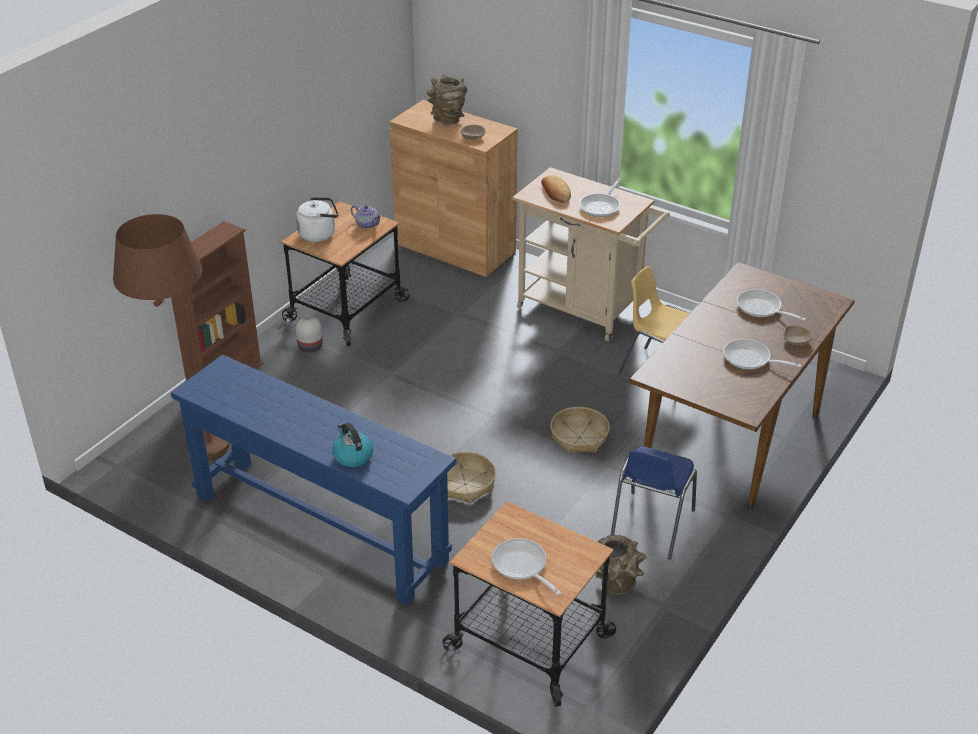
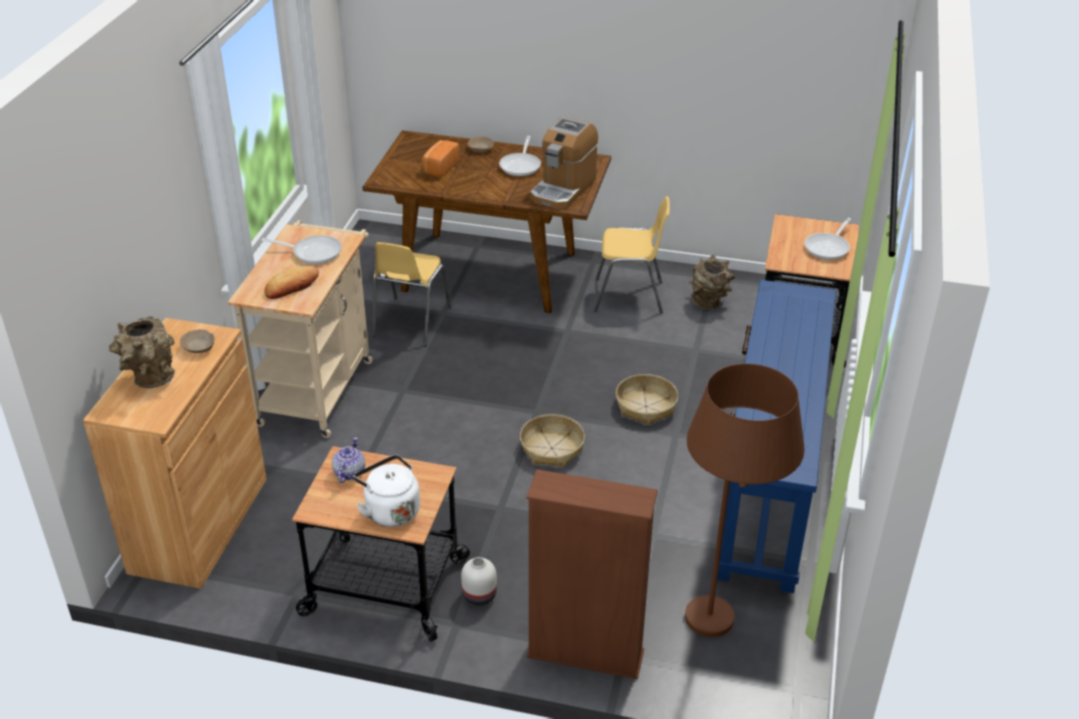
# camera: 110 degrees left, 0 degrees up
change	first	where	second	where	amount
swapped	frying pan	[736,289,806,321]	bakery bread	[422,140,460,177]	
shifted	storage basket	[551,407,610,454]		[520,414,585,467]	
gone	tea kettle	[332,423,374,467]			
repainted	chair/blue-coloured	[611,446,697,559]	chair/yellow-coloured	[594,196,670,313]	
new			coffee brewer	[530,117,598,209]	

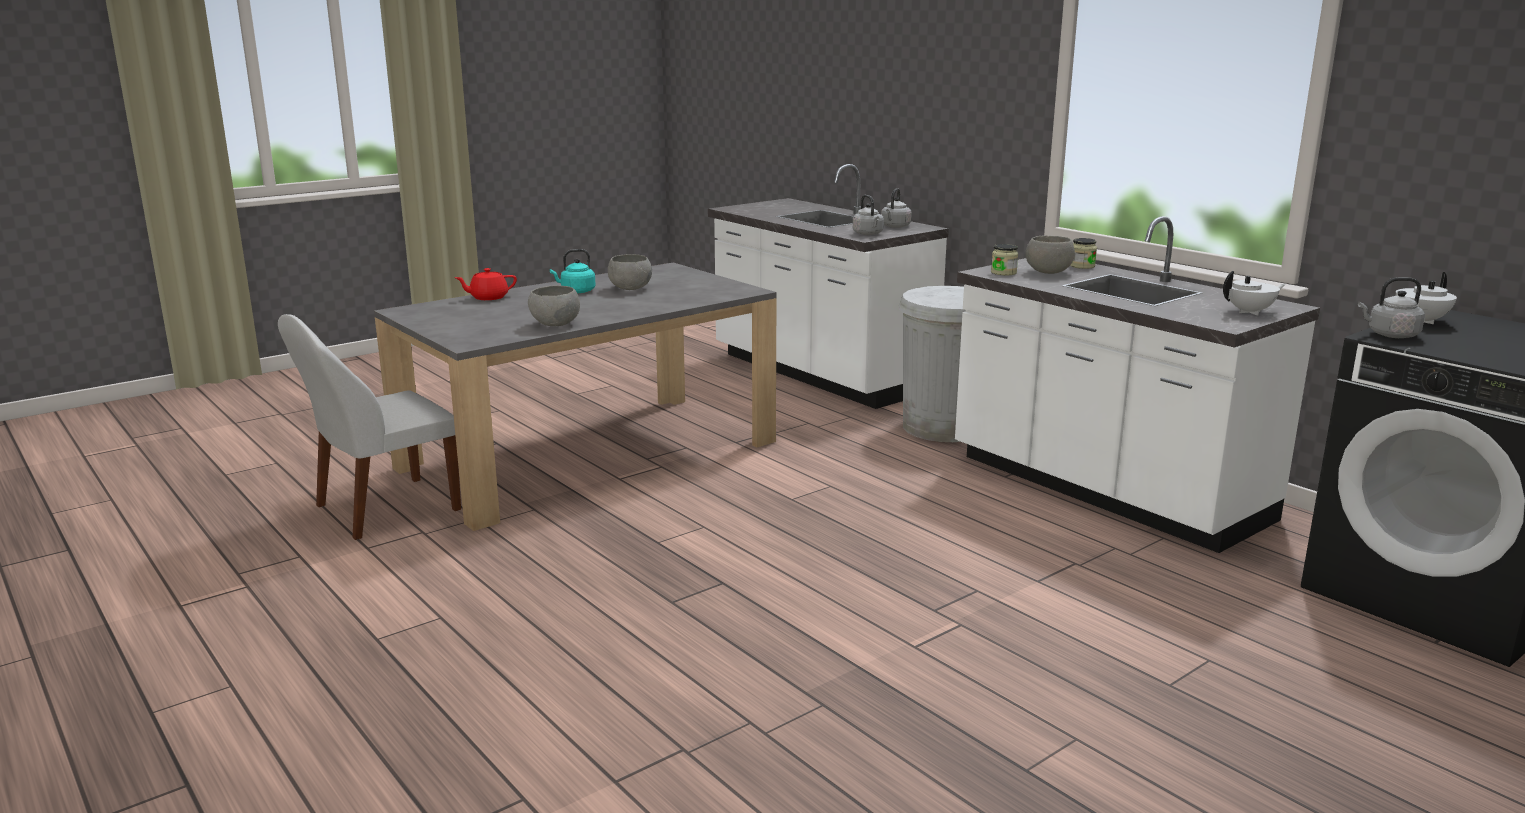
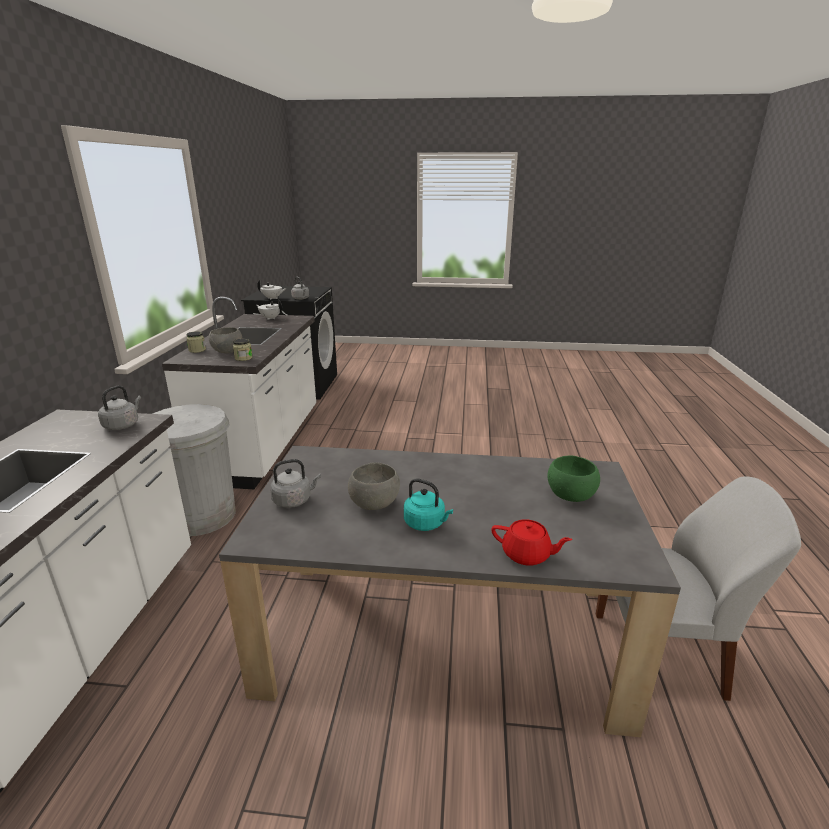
# camera: 135 degrees left, 5 degrees up
change	first	where	second	where	amount
shifted	tea kettle/greyish	[881,188,912,228]		[270,459,321,508]	
gone	serving bowl/greyish	[528,285,580,326]			
new			serving bowl/green	[547,455,600,502]	

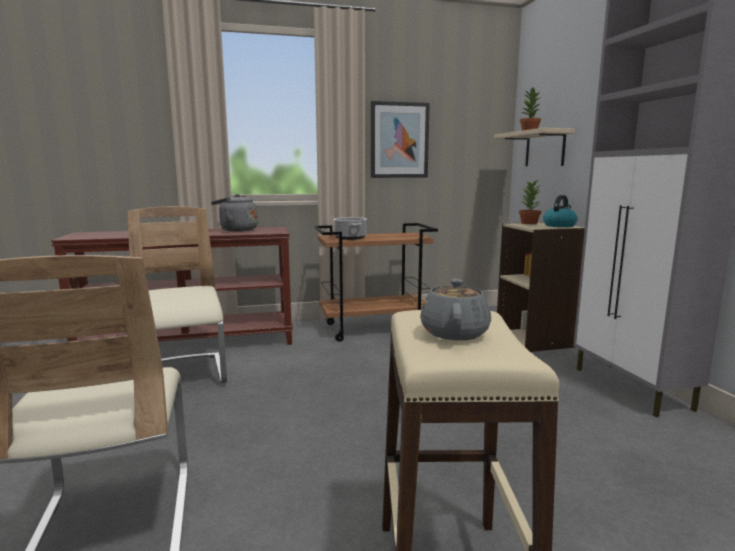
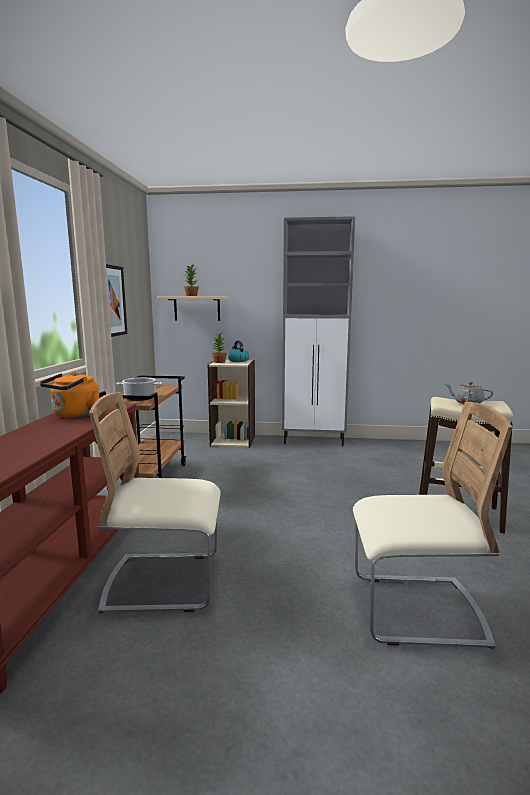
# camera: 70 degrees left, 0 degrees up
change	first	where	second	where	amount
repainted	tea kettle/greyish	[211,194,258,231]	tea kettle/orange	[40,372,99,418]	

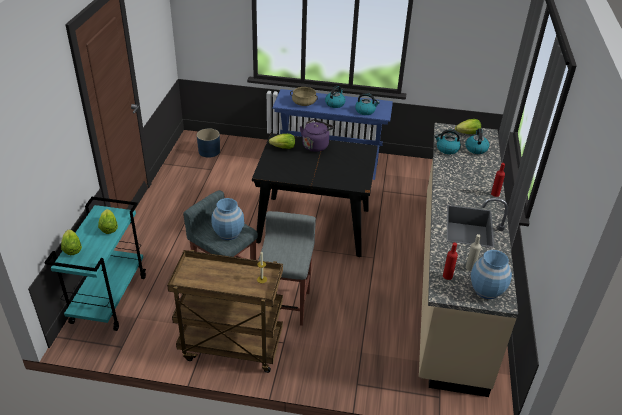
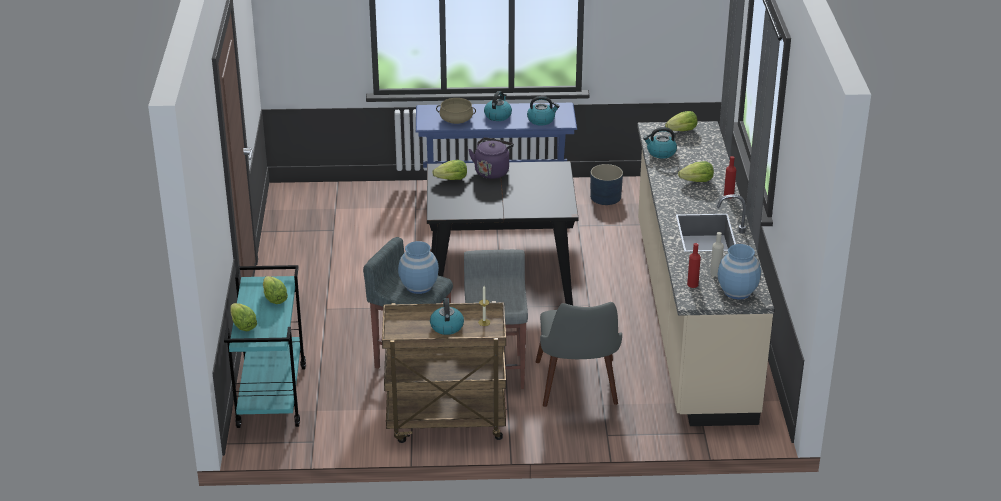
# camera: 10 degrees left, 5 degrees down
change	first	where	second	where	amount
shifted	tea kettle	[465,128,489,154]		[430,298,464,335]	
shifted	planter/blue-coloured	[197,129,220,158]		[590,164,623,205]	
new			lettuce head	[678,161,714,182]	
new			chair/greyish	[536,302,622,407]	

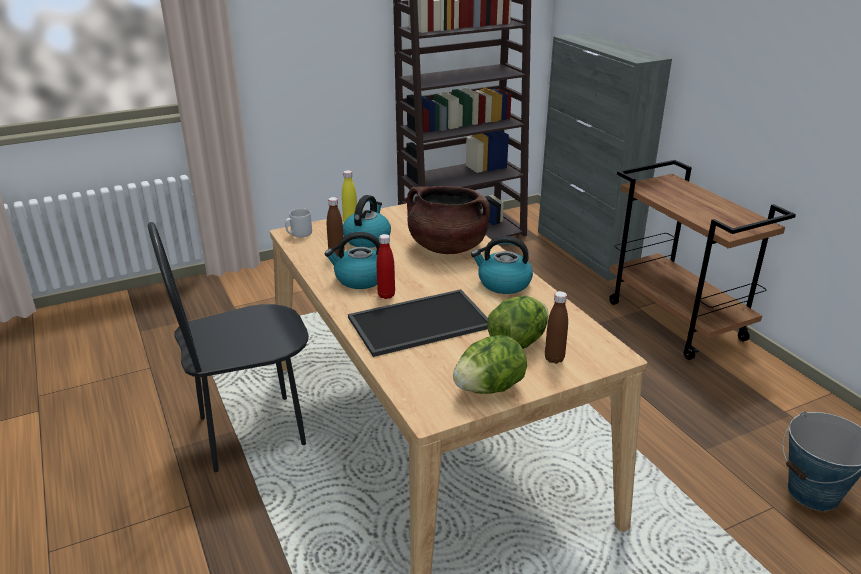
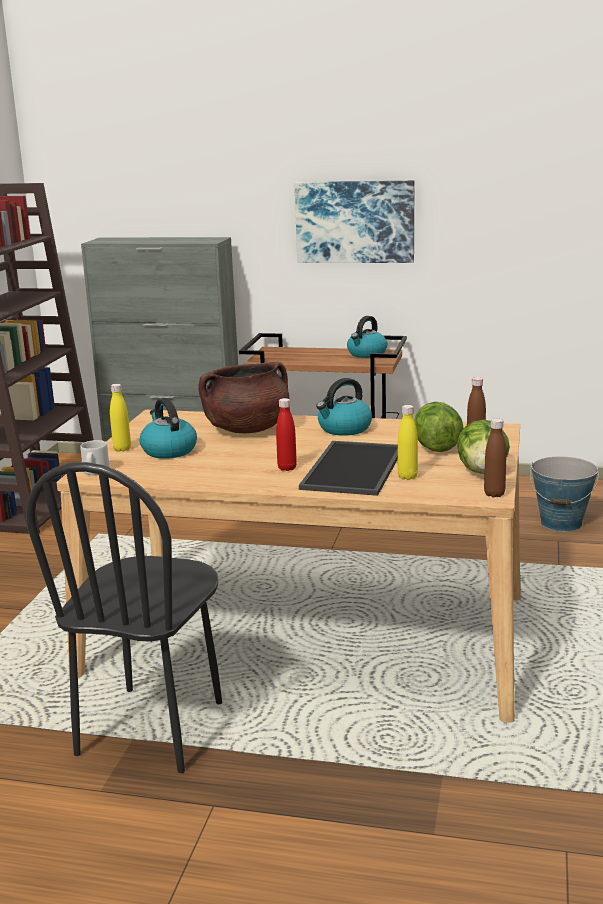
# camera: 50 degrees left, 10 degrees down
change	first	where	second	where	amount
shifted	beverage bottle/brown-coloured	[327,197,345,257]		[484,419,506,497]	
shifted	tea kettle	[325,232,380,289]		[347,316,388,358]	
new			picture	[295,180,414,263]	
new			beverage bottle/yellow-coloured	[398,405,418,480]	

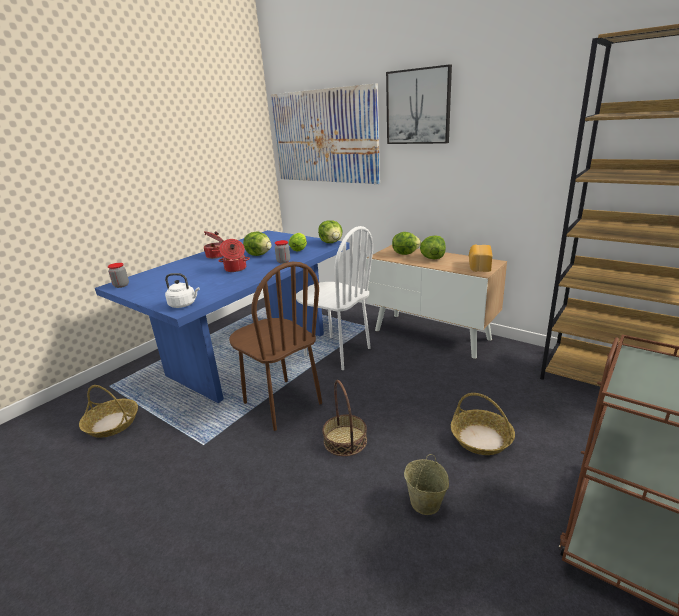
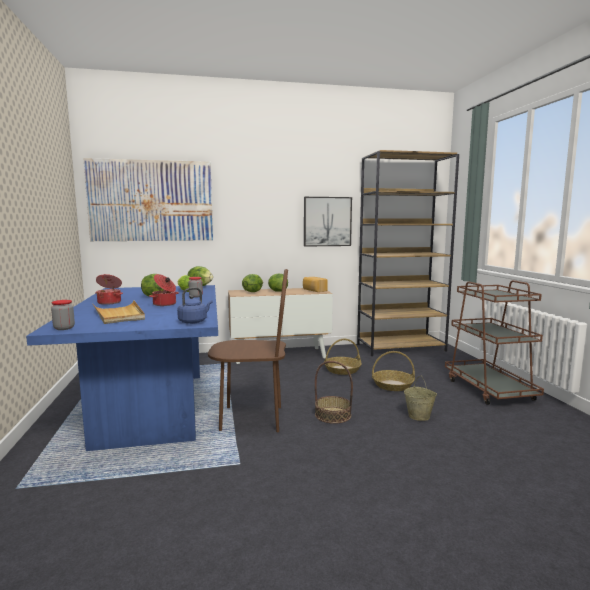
# camera: 50 degrees left, 15 degrees down
change	first	where	second	where	amount
shifted	picture	[386,64,452,144]		[304,197,352,247]	
gone	chair/white	[296,226,373,370]			
repainted	tea kettle/white	[165,273,200,308]	tea kettle/blue-coloured	[177,287,213,324]	
shifted	storage basket	[79,385,138,438]		[324,339,362,375]	
new			tray/sand-coloured	[93,301,145,324]	

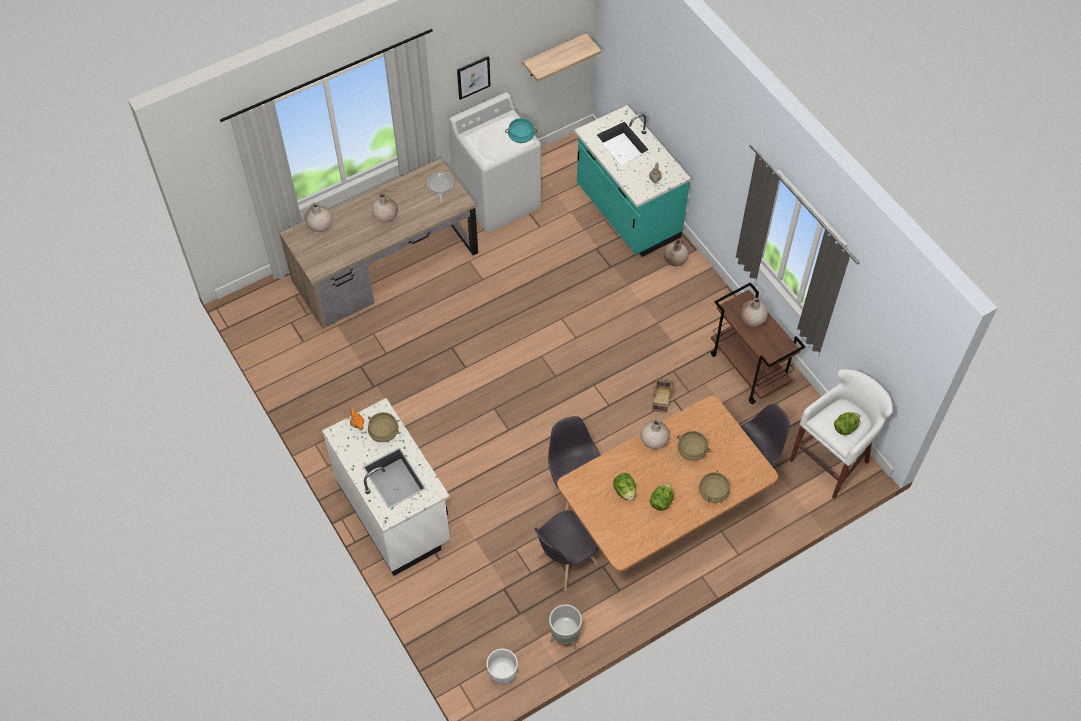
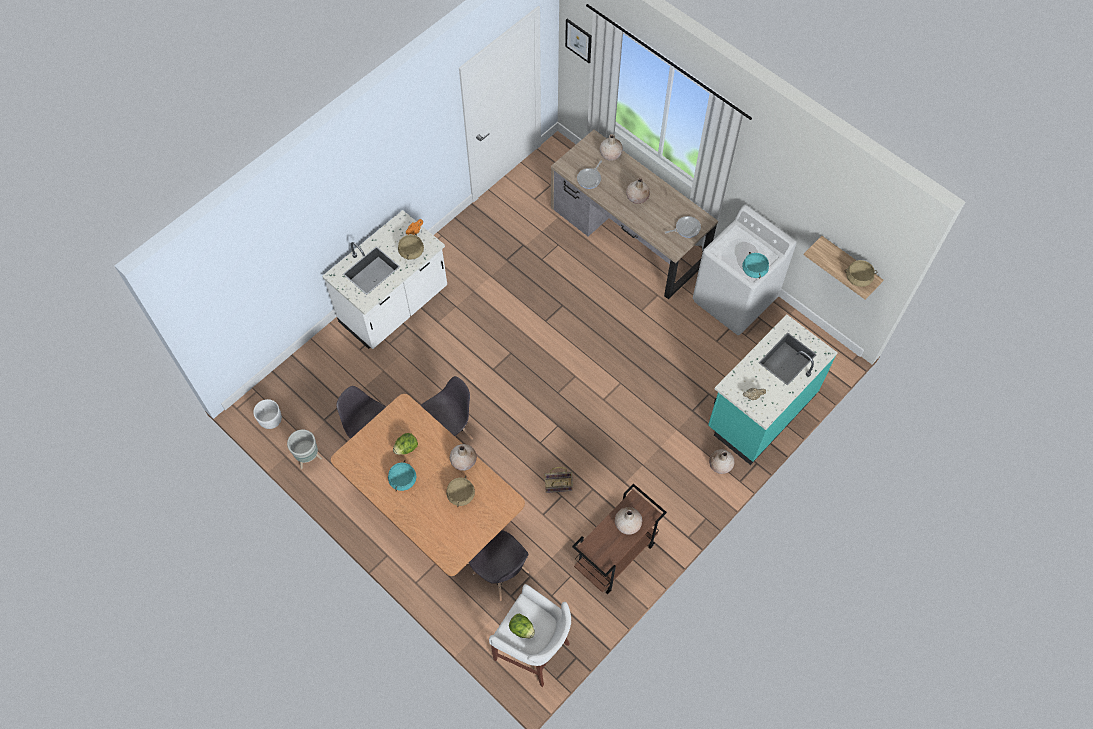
# camera: 75 degrees right, 5 degrees up
change	first	where	second	where	amount
shifted	picture	[457,56,491,100]		[565,19,592,63]	
shifted	saucepot/sand-coloured	[699,470,730,503]		[844,260,877,287]	
swapped	lettuce head	[650,484,673,511]	saucepot/turquoise	[388,460,416,491]	
new			frying pan	[577,160,602,189]	

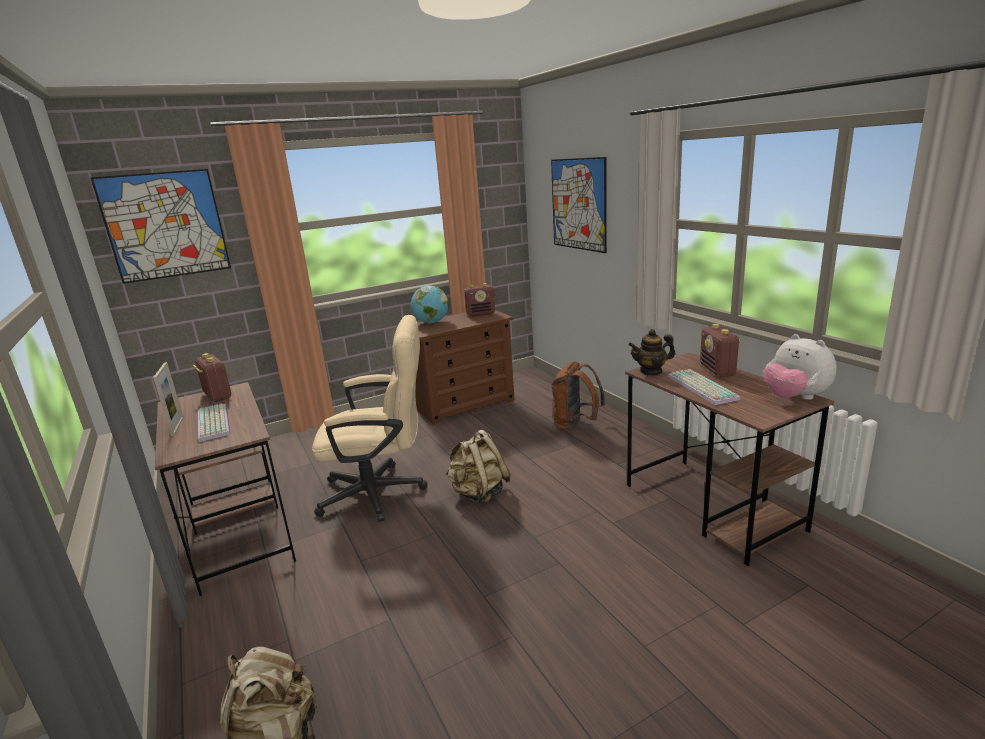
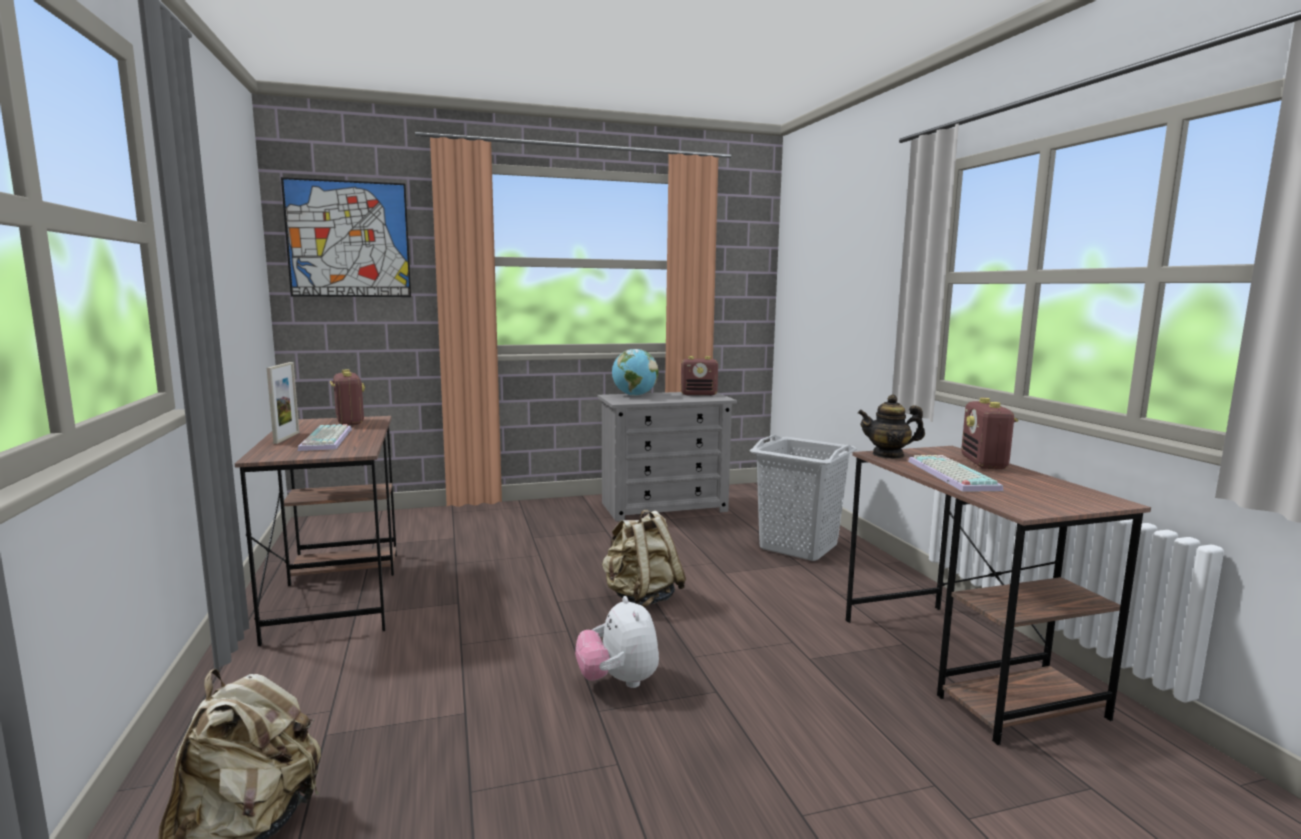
# camera: 10 degrees right, 10 degrees down
change	first	where	second	where	amount
gone	picture	[551,157,607,253]			
repainted	chest of drawers/brown-coloured	[415,310,515,425]	chest of drawers/greyish	[597,392,737,521]	
gone	office chair/sand-coloured	[312,315,428,522]			
shifted	soft toy	[763,334,837,400]		[575,596,659,688]	
swapped	knapsack/brown-coloured	[551,362,605,431]	hamper/greyish	[750,435,857,561]	

